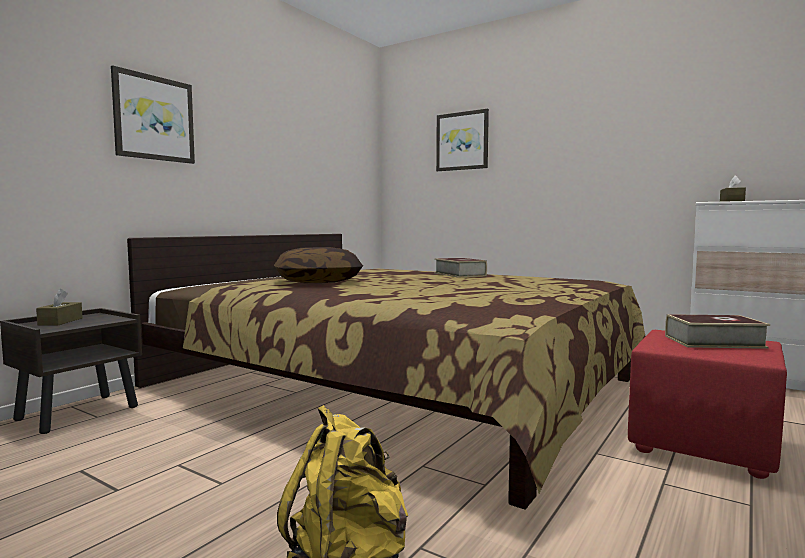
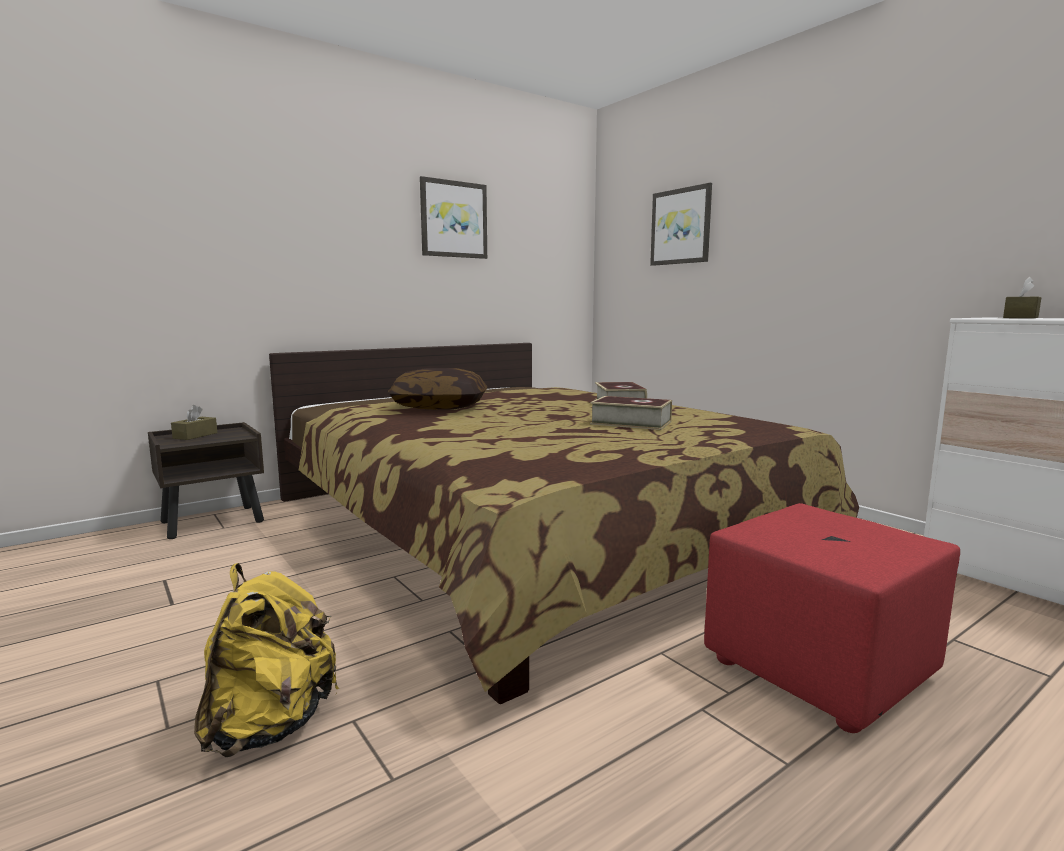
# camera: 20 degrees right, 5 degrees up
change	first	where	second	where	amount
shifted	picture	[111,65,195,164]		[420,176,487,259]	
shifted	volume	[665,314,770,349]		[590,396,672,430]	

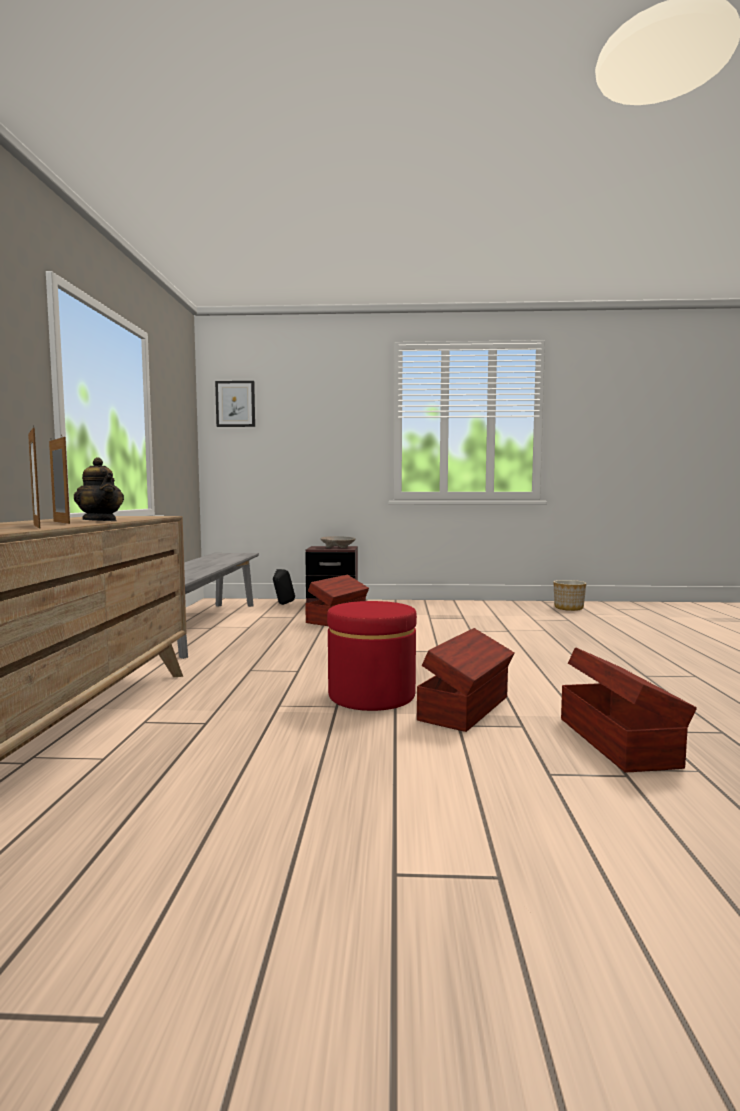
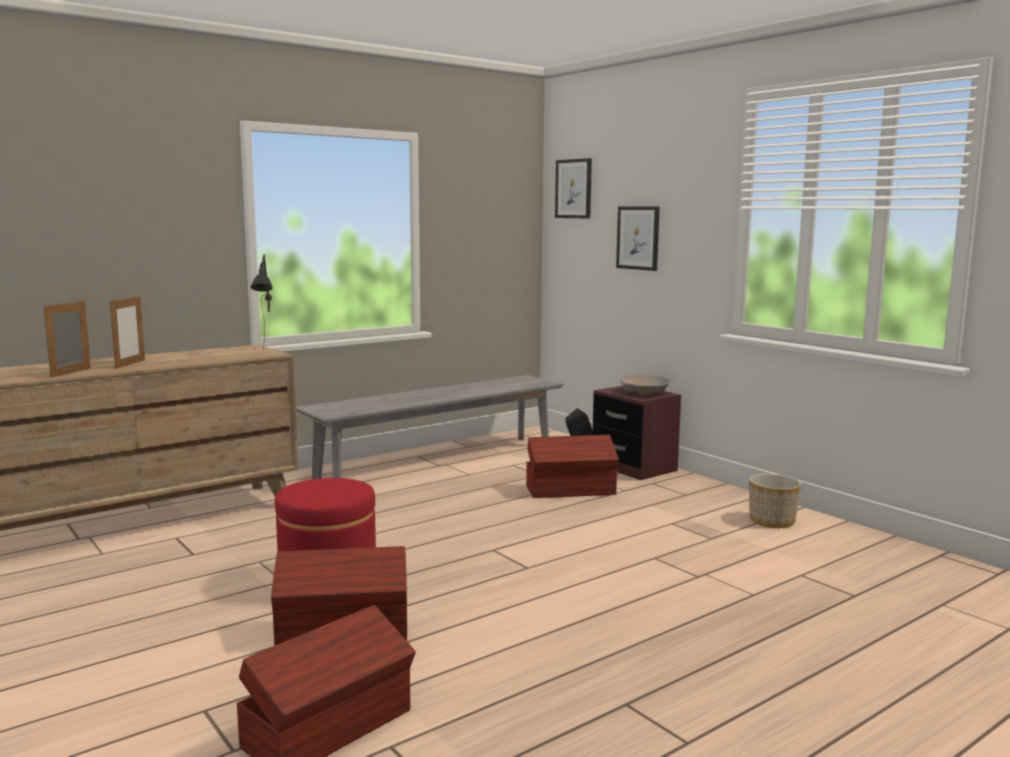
# camera: 50 degrees right, 5 degrees up
change	first	where	second	where	amount
gone	pot for tea	[74,457,124,521]			
shifted	planter	[554,580,586,611]		[749,474,801,528]	
new			picture	[616,207,660,271]	
new			lamp for a table/black-coloured	[251,254,273,350]	

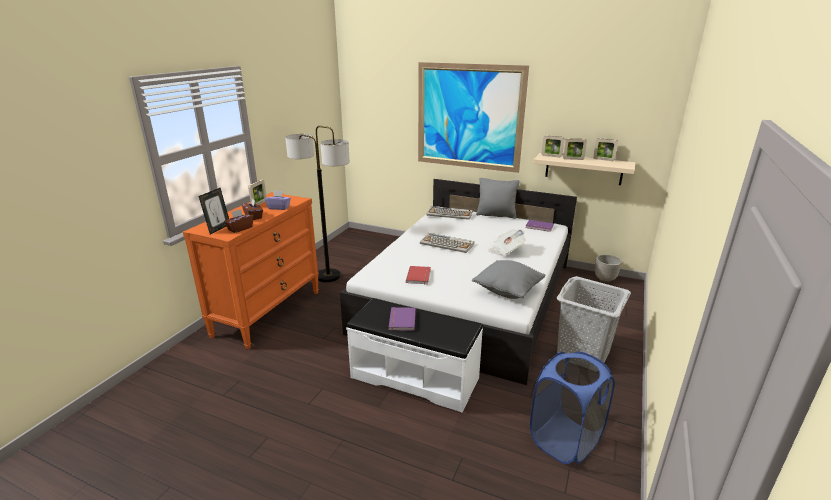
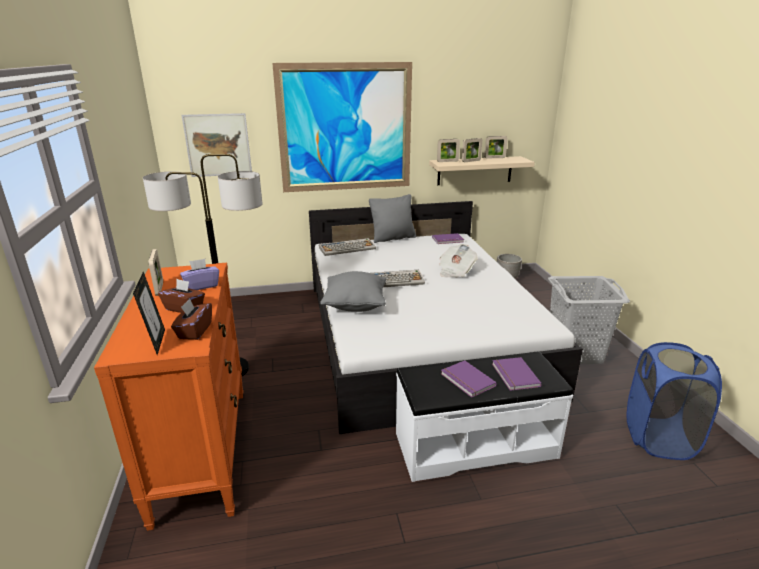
# camera: 35 degrees left, 0 degrees up
change	first	where	second	where	amount
shifted	cushion/greyish	[472,260,545,299]		[320,271,386,312]	
gone	volume/red	[406,266,431,284]			
new			picture	[182,113,252,177]	
new			volume/purple	[492,357,542,391]	

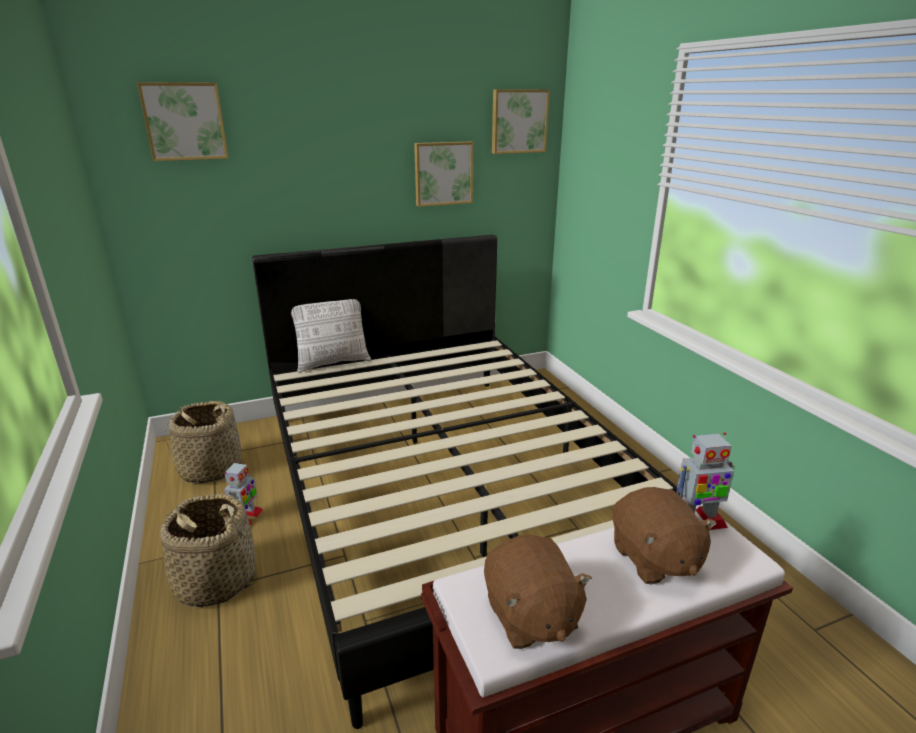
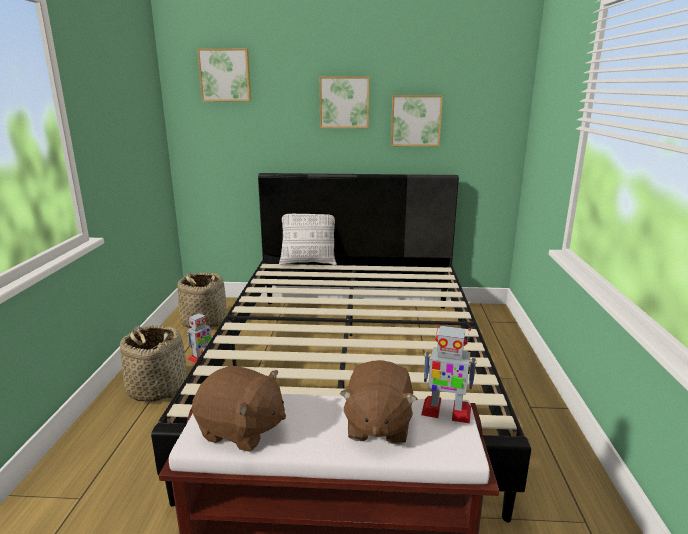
# camera: 25 degrees right, 5 degrees down
change	first	where	second	where	amount
shifted	picture	[492,90,550,154]		[319,76,370,128]	
rotated	soft toy/brown-coloured	[484,535,592,649]		[192,366,286,452]	75 degrees counterclockwise

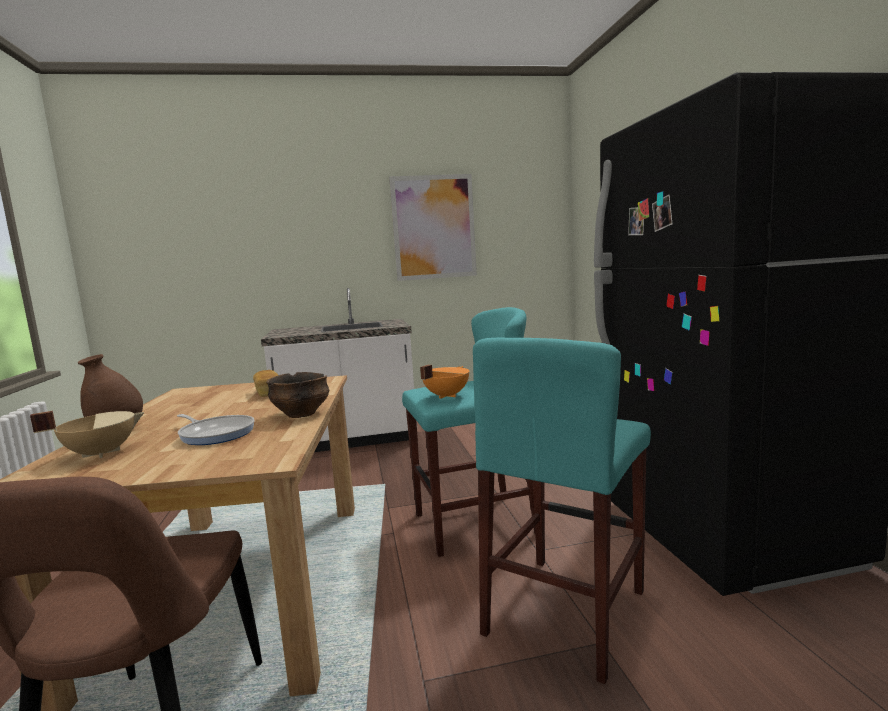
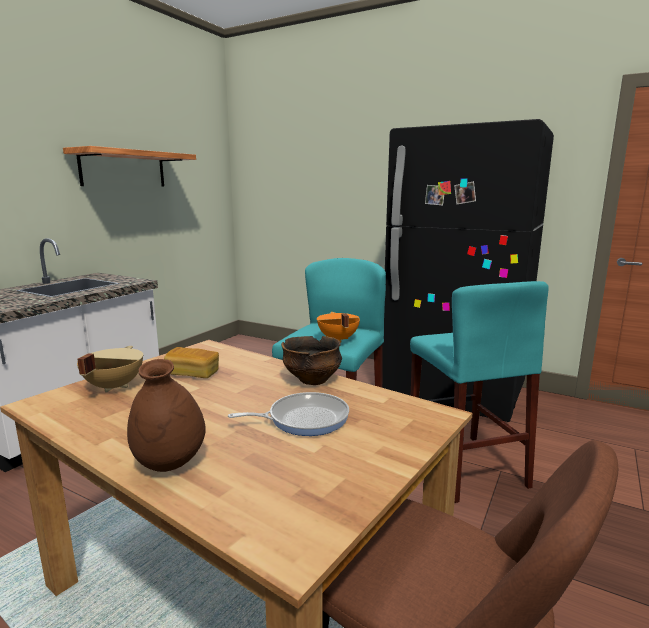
# camera: 50 degrees left, 5 degrees up
change	first	where	second	where	amount
swapped	picture	[389,174,477,281]	wall shelf	[63,146,196,187]	
shifted	saucepot/sand-coloured	[30,411,145,458]		[77,346,143,393]	

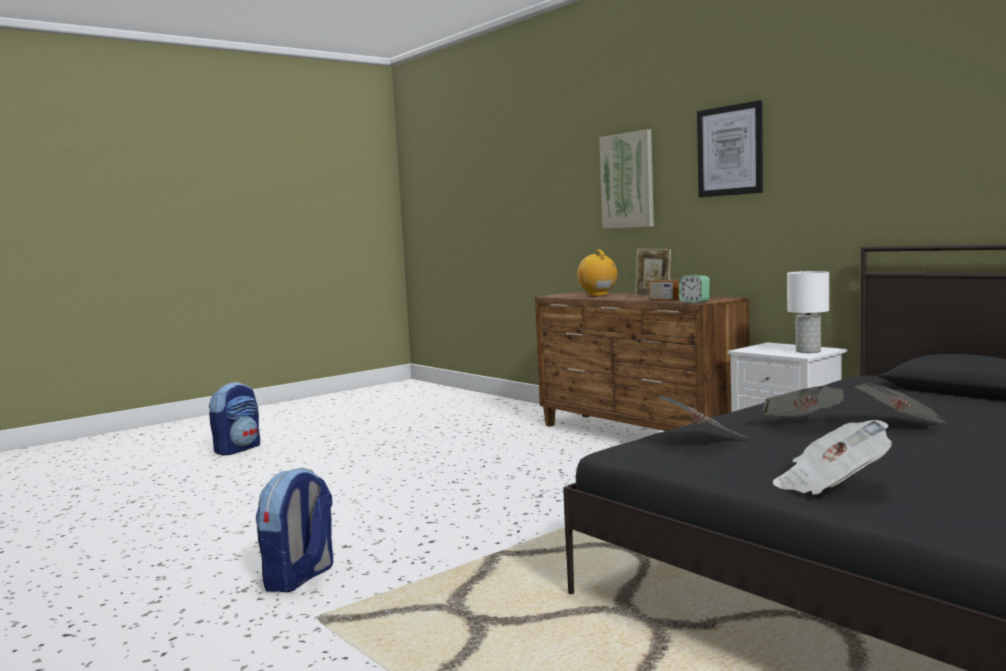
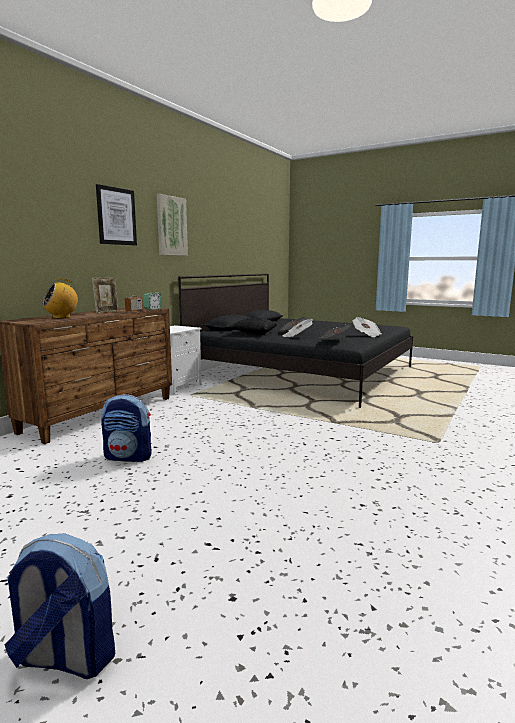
# camera: 110 degrees left, 5 degrees up
change	first	where	second	where	amount
shifted	picture	[599,129,654,229]		[157,194,188,256]	
gone	lamp for a table/white	[787,271,829,353]			
shifted	knapsack	[255,467,333,592]		[101,394,152,462]	
new			cushion/black-coloured	[228,317,277,334]	

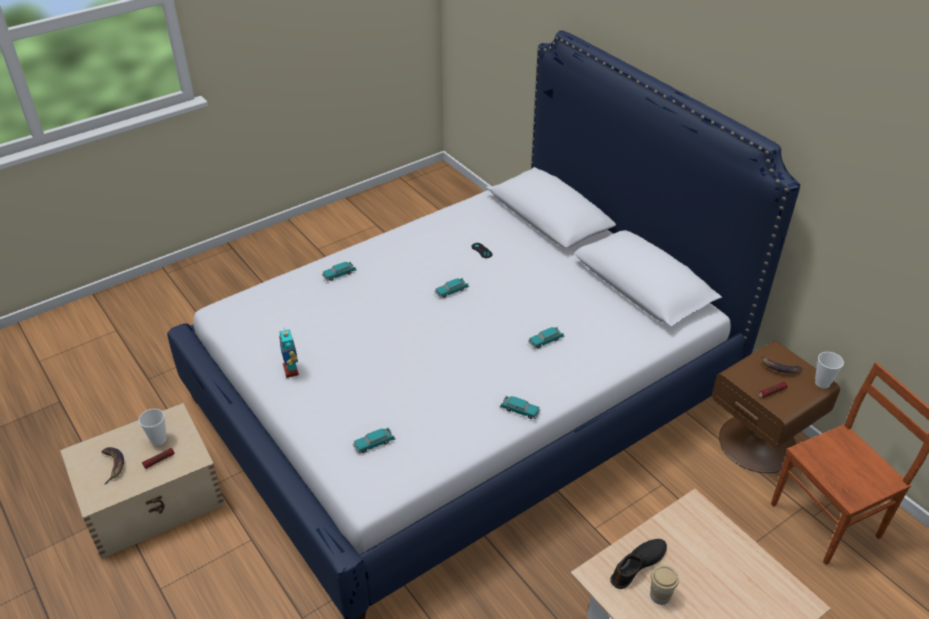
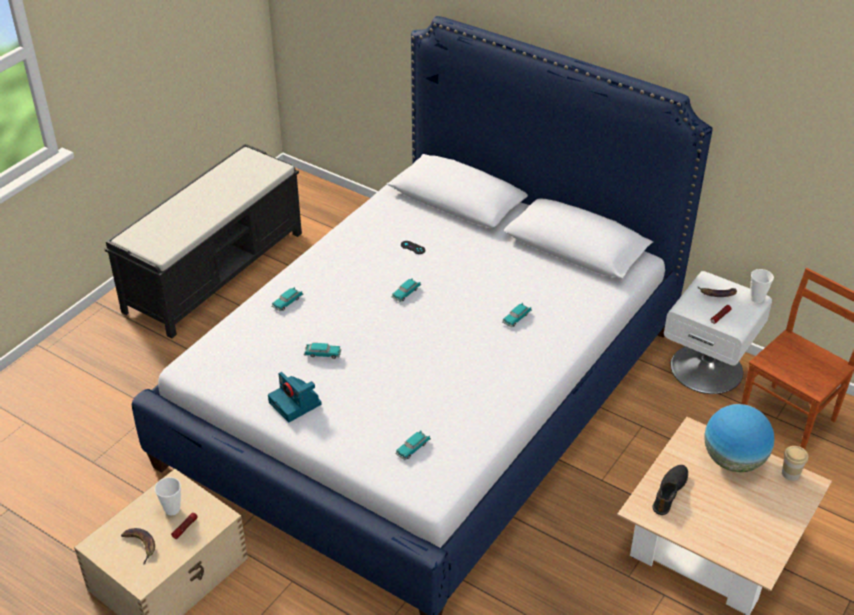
# camera: 20 degrees left, 0 degrees up
change	first	where	second	where	amount
swapped	model robot	[279,329,299,378]	still camera	[268,372,322,422]	
repainted	nightstand/brown-coloured	[712,341,840,473]	nightstand/white	[664,271,772,394]	
shifted	toy car	[499,396,541,419]		[304,343,342,359]	
shifted	small cup	[650,565,679,605]		[782,446,808,481]	
new			indoor bench/black-coloured	[105,144,302,338]	
new			desk globe	[704,404,775,472]	

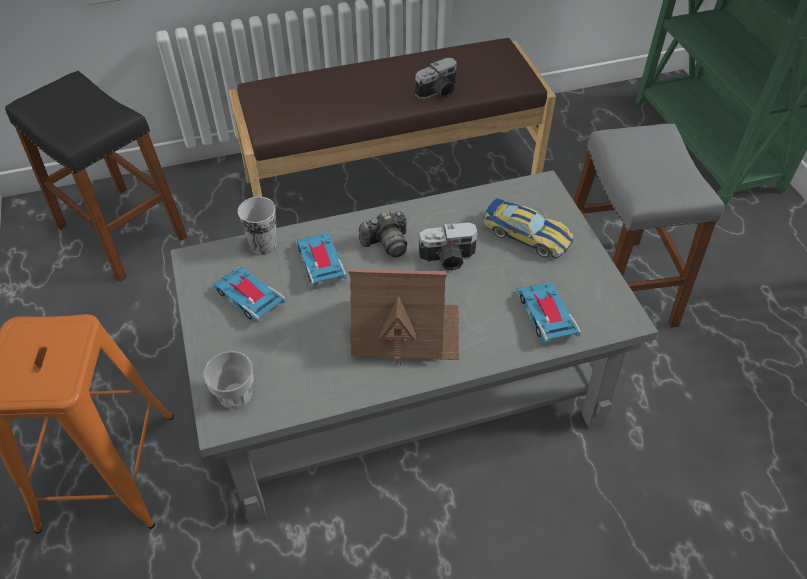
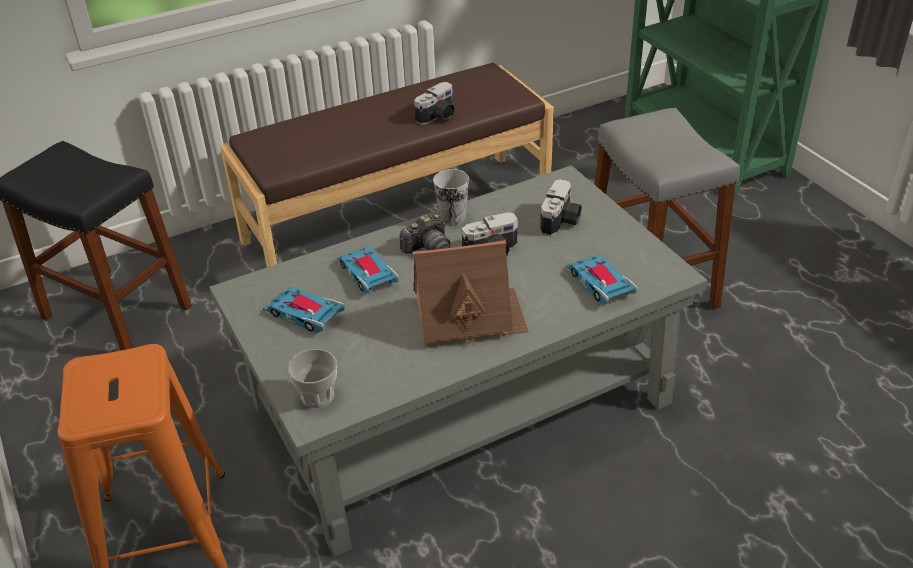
# camera: 10 degrees left, 10 degrees down
change	first	where	second	where	amount
shifted	small cup	[238,197,277,255]		[433,169,469,226]	
swapped	toy car	[483,198,573,258]	still camera	[540,179,582,236]	

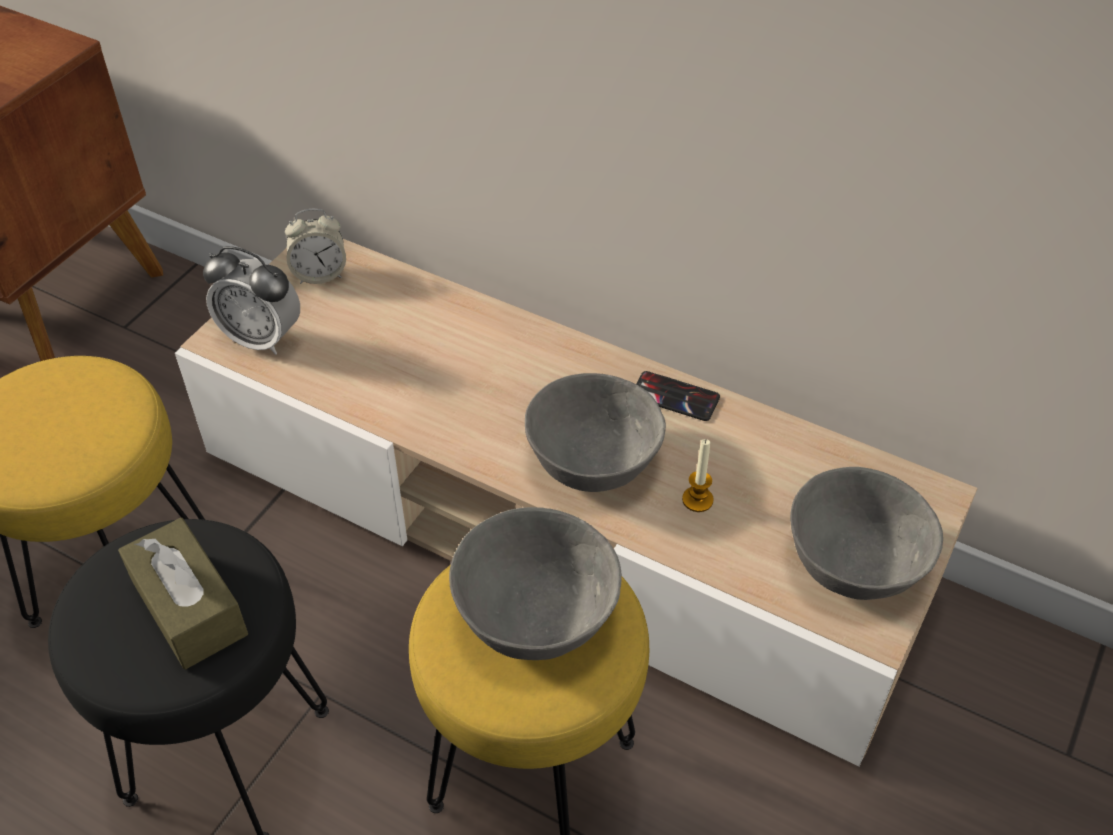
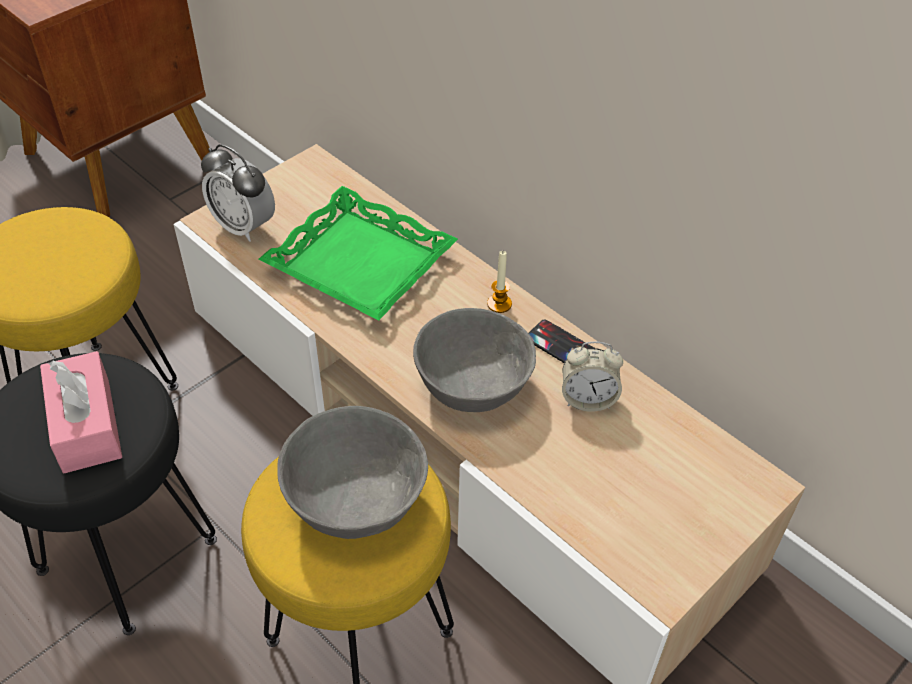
# camera: 15 degrees right, 0 degrees up
change	first	where	second	where	amount
shifted	bedside clock	[285,209,346,284]		[562,342,623,412]	
shifted	candle	[682,439,714,512]		[487,251,512,313]	
gone	serving bowl/greyish	[790,467,943,600]			
repainted	tissue box/brown-coloured	[118,518,248,669]	tissue box/pink	[40,351,122,473]	
new			tray/green	[258,186,458,320]	

